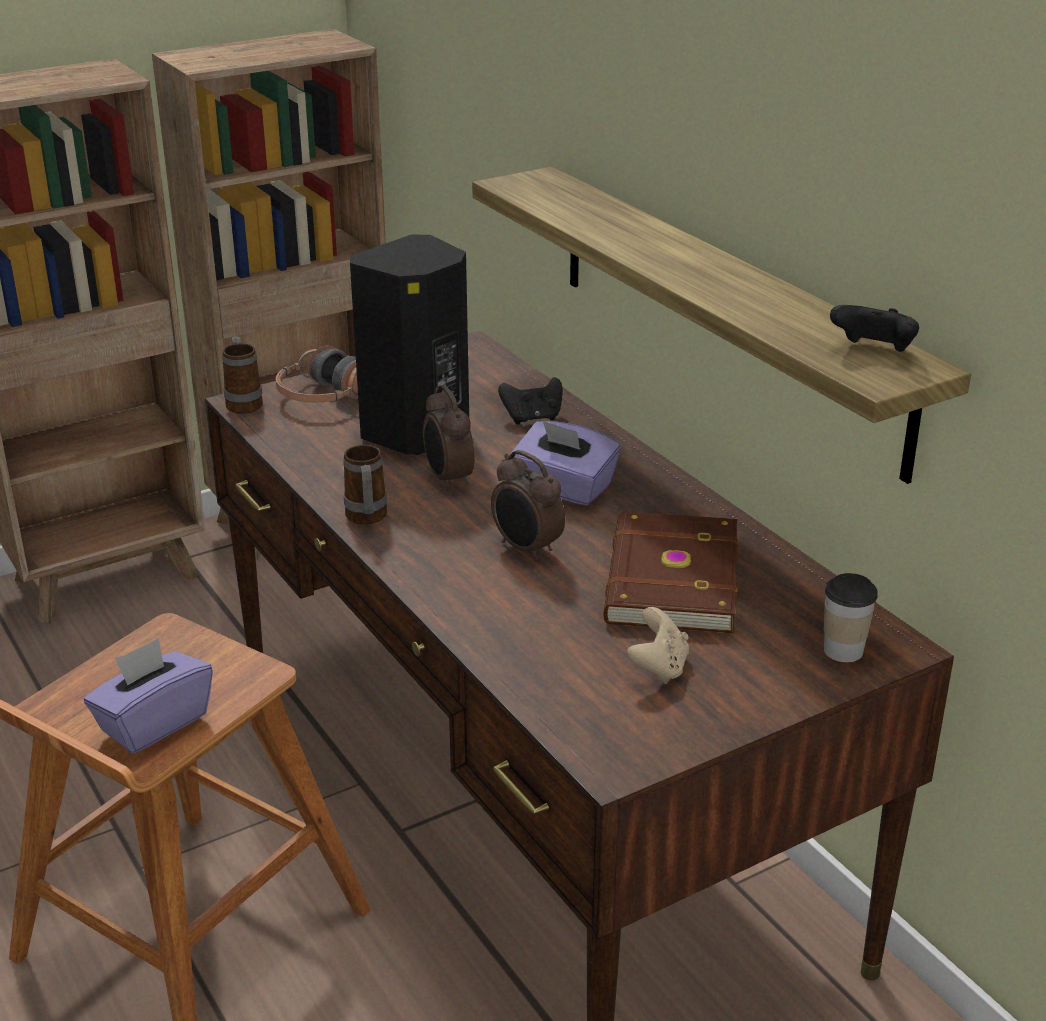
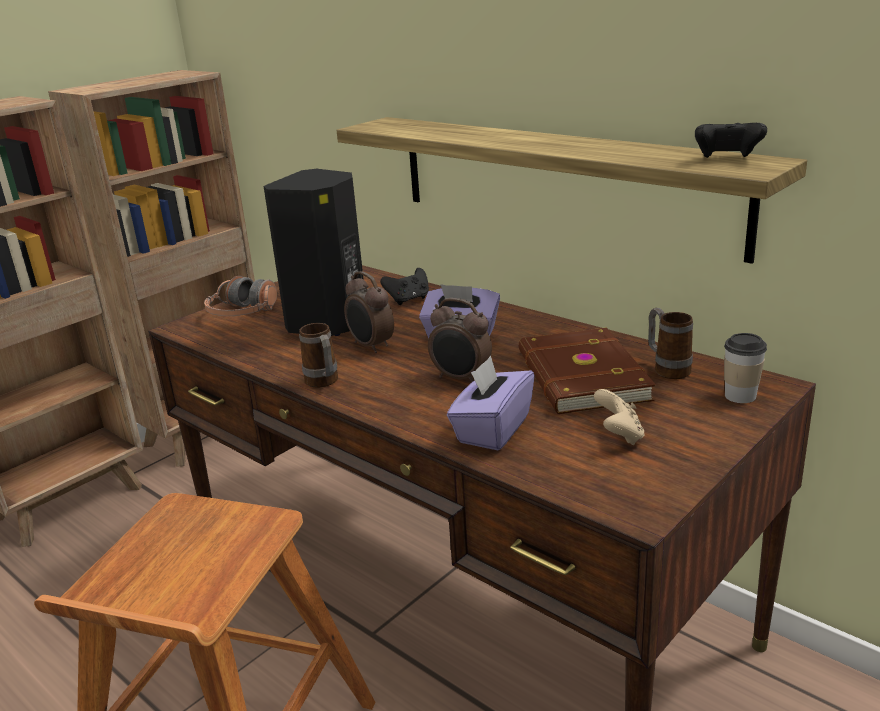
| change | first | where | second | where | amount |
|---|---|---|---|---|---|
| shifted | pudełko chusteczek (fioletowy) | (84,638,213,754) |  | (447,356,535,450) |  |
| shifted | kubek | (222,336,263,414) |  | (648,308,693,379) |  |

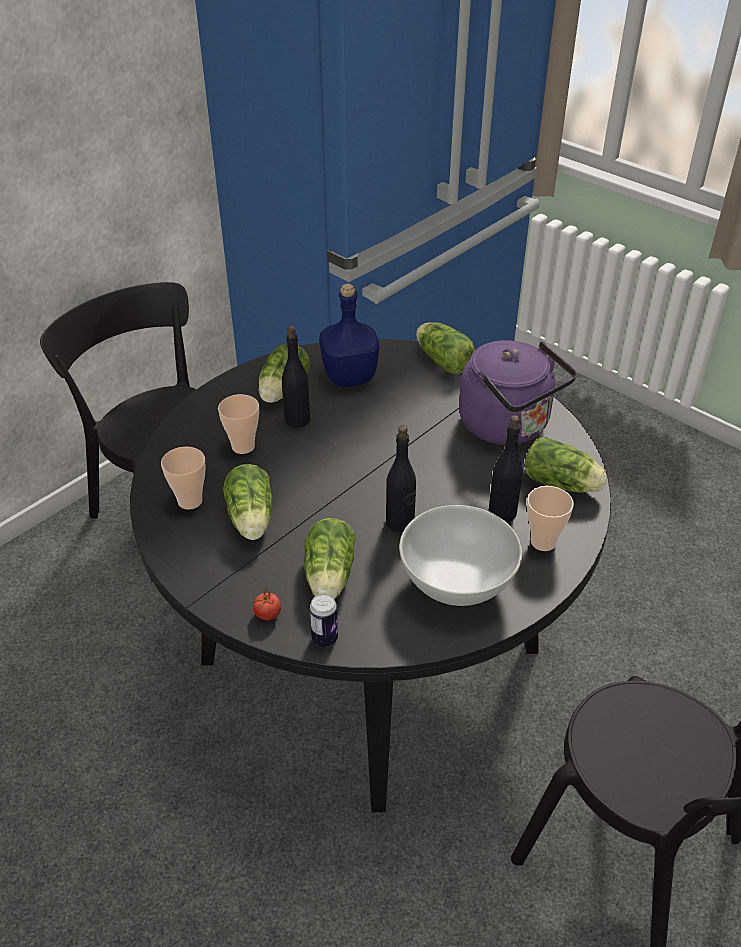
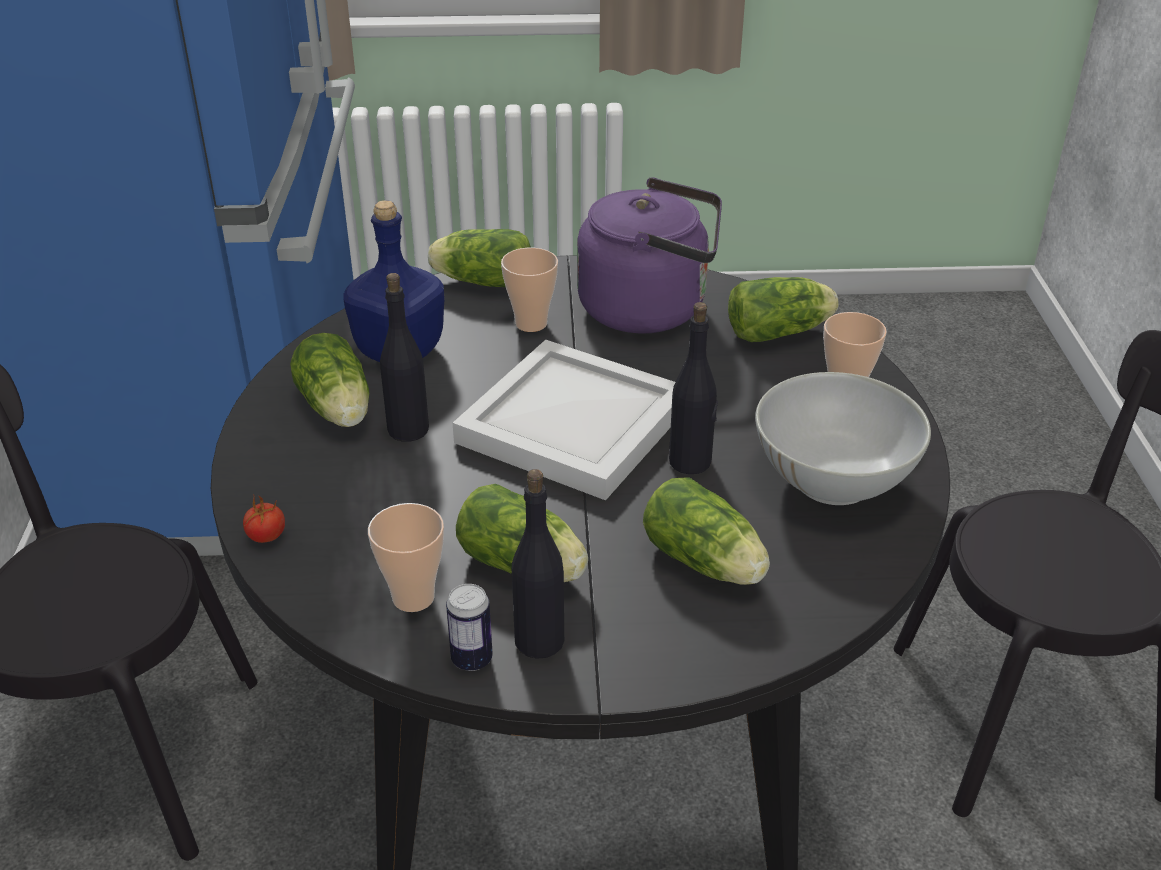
| change | first | where | second | where | amount |
|---|---|---|---|---|---|
| shifted | pomidor | (253,589,281,620) |  | (243,494,285,543) |  |
| shifted | puszka | (310,594,338,647) |  | (446,584,493,671) |  |
| new |  |  | taca (biały) | (453,340,675,500) |  |
| shifted | filiżanka | (218,394,259,454) |  | (501,248,558,332) |  |
| shifted | butelka (czarny) | (489,415,523,522) |  | (512,469,564,659) |  |

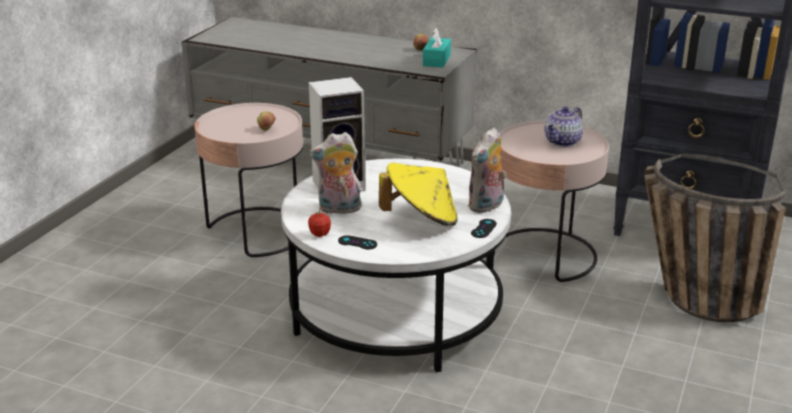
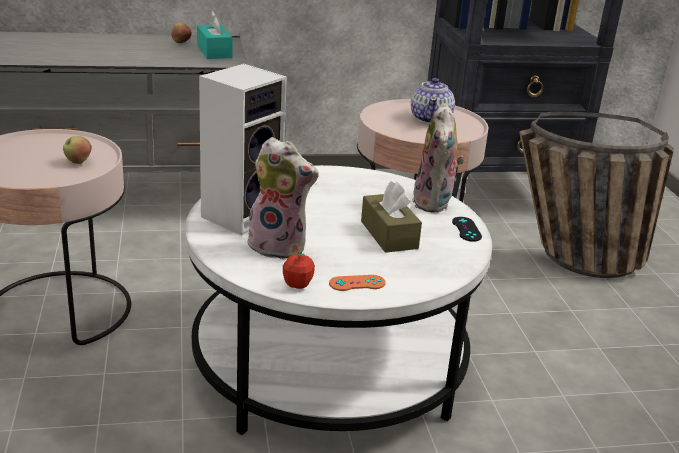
| change | first | where | second | where | amount |
|---|---|---|---|---|---|
| rotated | pluszak | (309,132,362,214) |  | (247,137,318,260) | 120 degrees counterclockwise |
| repainted | pad do gier (czarny) | (338,235,377,249) | pad do gier (pomarańczowy) | (329,275,386,291) |  |
| swapped | kapelusz (żółty) | (379,163,458,226) | pudełko chusteczek (brązowy) | (361,181,422,253) |  |

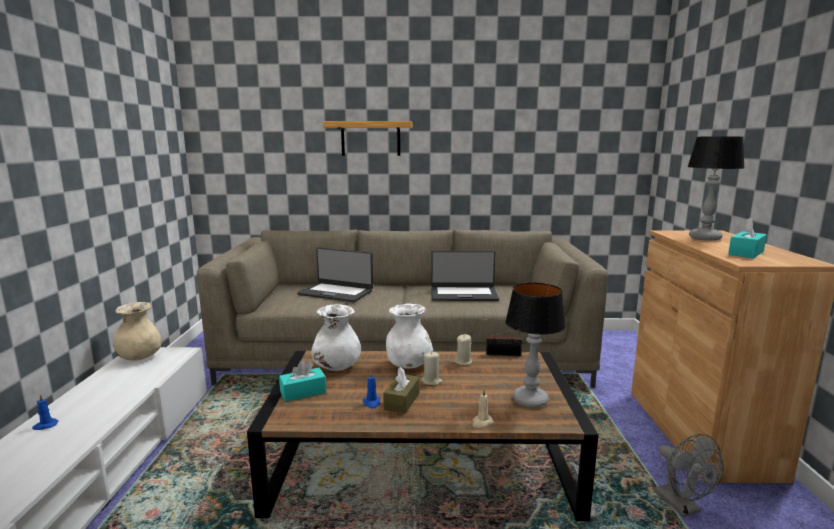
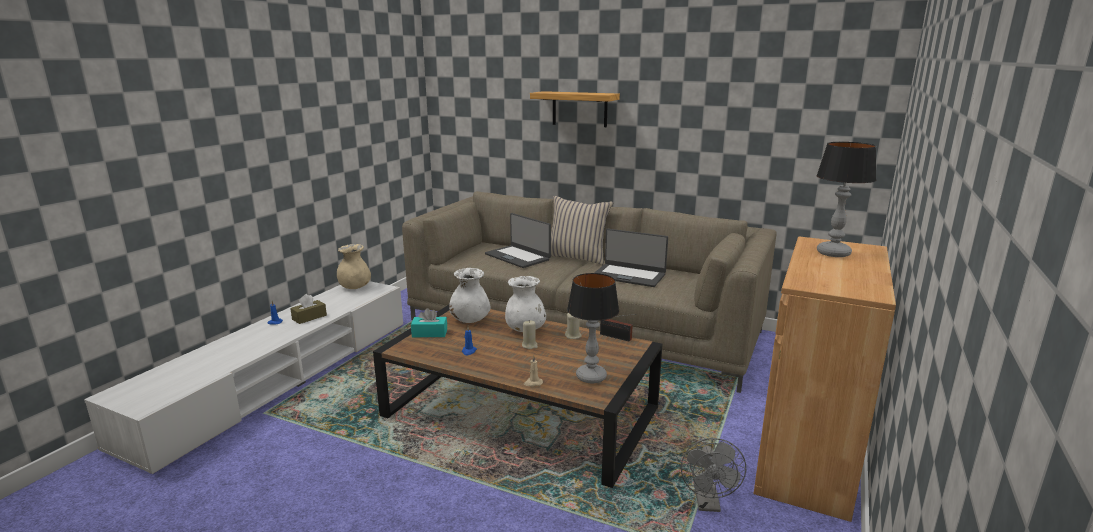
| change | first | where | second | where | amount |
|---|---|---|---|---|---|
| shifted | pudełko chusteczek (brązowy) | (383,367,420,414) |  | (290,294,327,324) |  |
| new |  |  | poduszka (beżowy) | (551,196,613,265) |  |
| gone | pudełko chusteczek (turkusowy) | (728,218,767,258) |  |  |  |

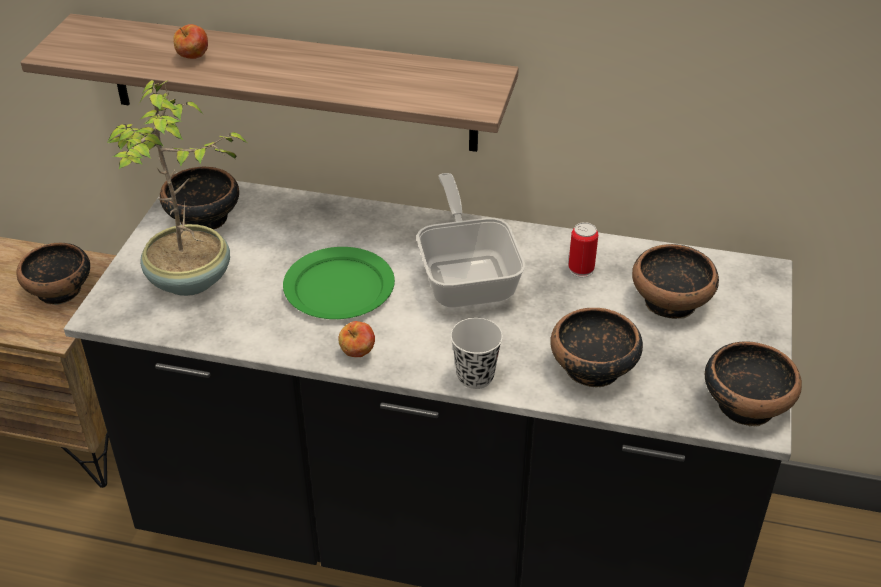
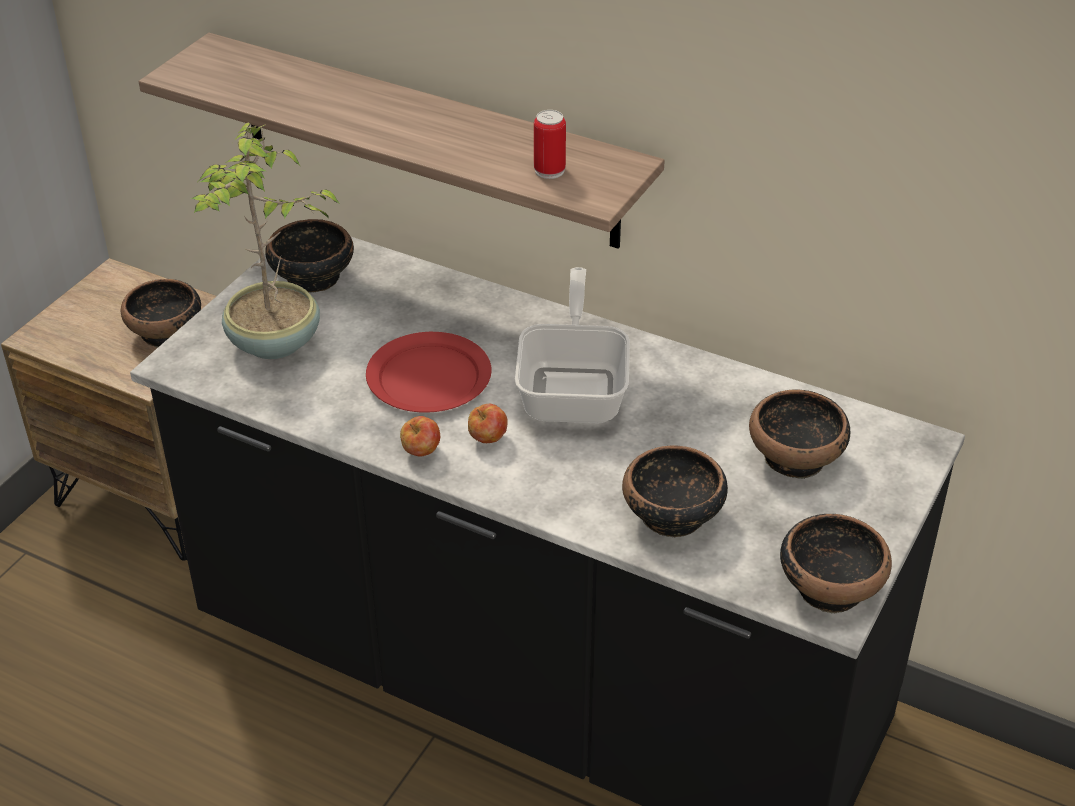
| change | first | where | second | where | amount |
|---|---|---|---|---|---|
| repainted | talerz (zielony) | (283,247,395,319) | talerz (czerwony) | (366,332,492,413) |  |
| shifted | jabłko | (173,24,208,59) |  | (468,404,508,443) |  |
| shifted | puszka | (568,222,598,277) |  | (534,110,566,179) |  |
| gone | filiżanka (biały) | (450,318,503,389) |  |  |  |

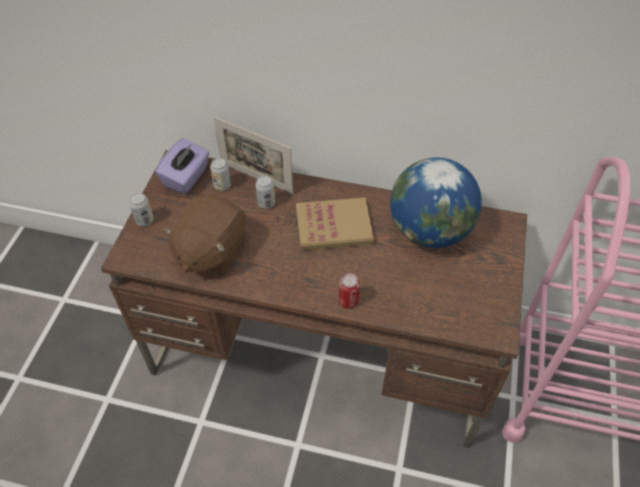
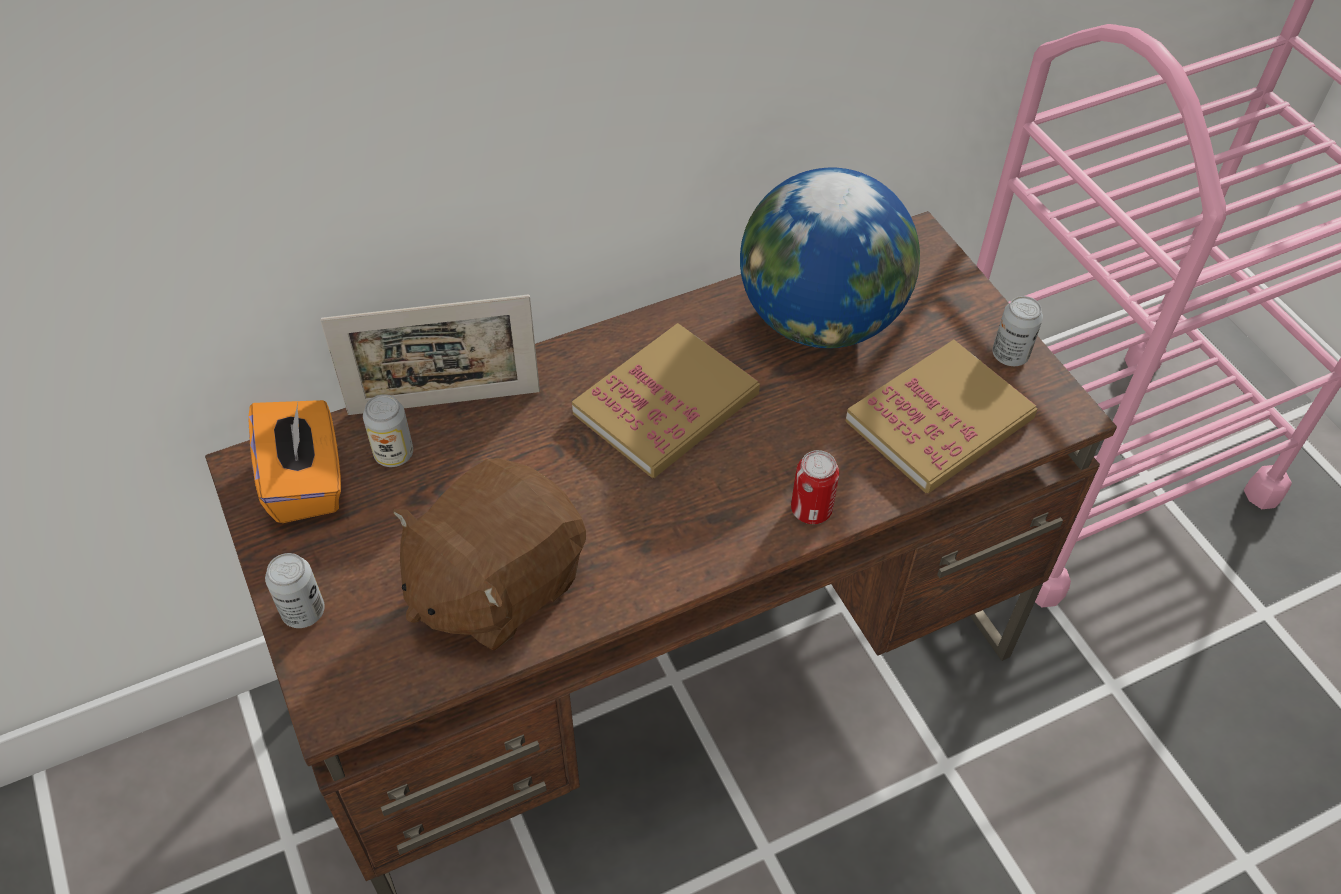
| change | first | where | second | where | amount |
|---|---|---|---|---|---|
| repainted | pudełko chusteczek (fioletowy) | (155,138,209,194) | pudełko chusteczek (pomarańczowy) | (248,400,341,523) |  |
| rotated | pluszak (brązowy) | (163,196,246,276) |  | (393,458,586,651) | 60 degrees clockwise |
| new |  |  | książka | (845,340,1038,494) |  |
| shifted | puszka | (255,175,275,209) |  | (992,296,1043,366) |  |

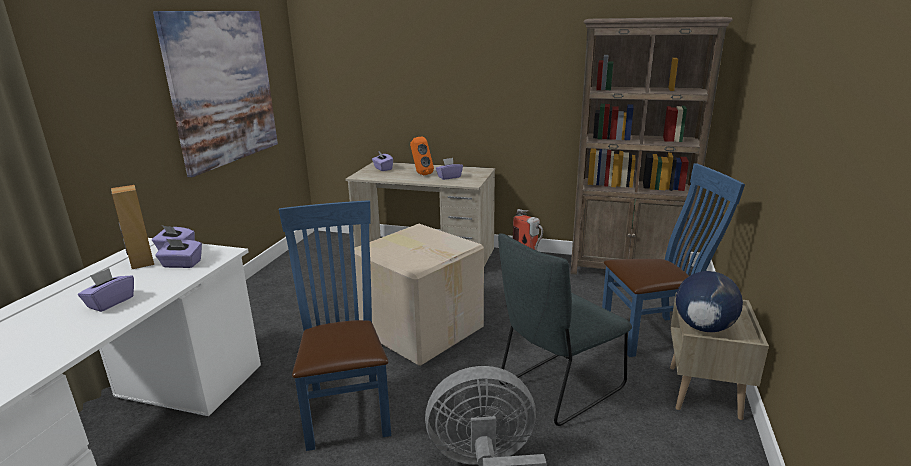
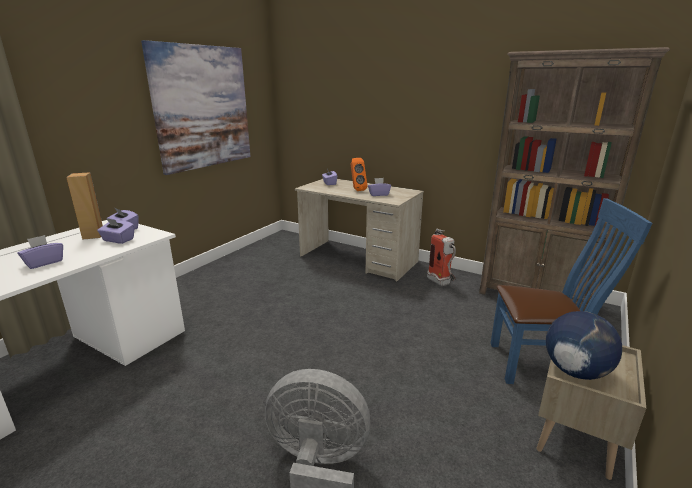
| change | first | where | second | where | amount |
|---|---|---|---|---|---|
| gone | krzesło (niebieski) | (279,200,391,451) |  |  |  |
| gone | karton | (354,224,484,366) |  |  |  |
| gone | krzesło (szary) | (498,234,632,426) |  |  |  |

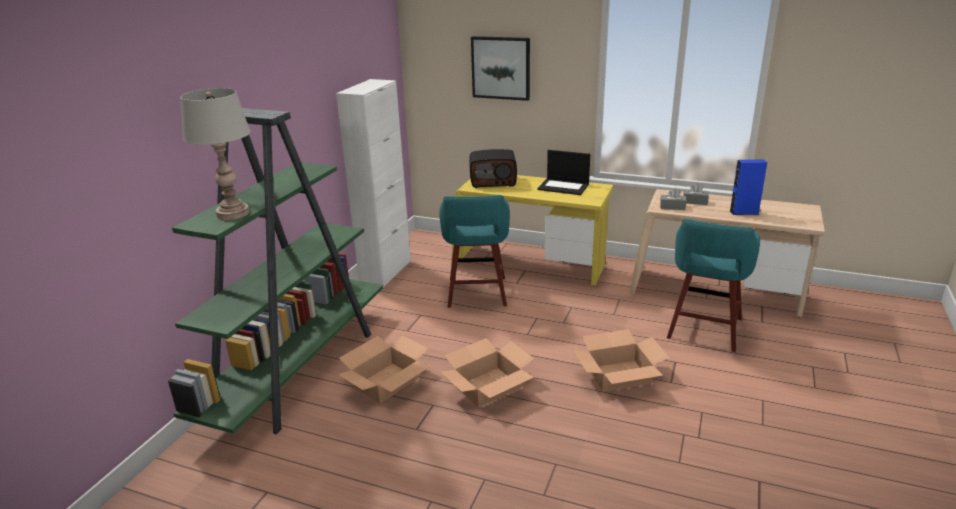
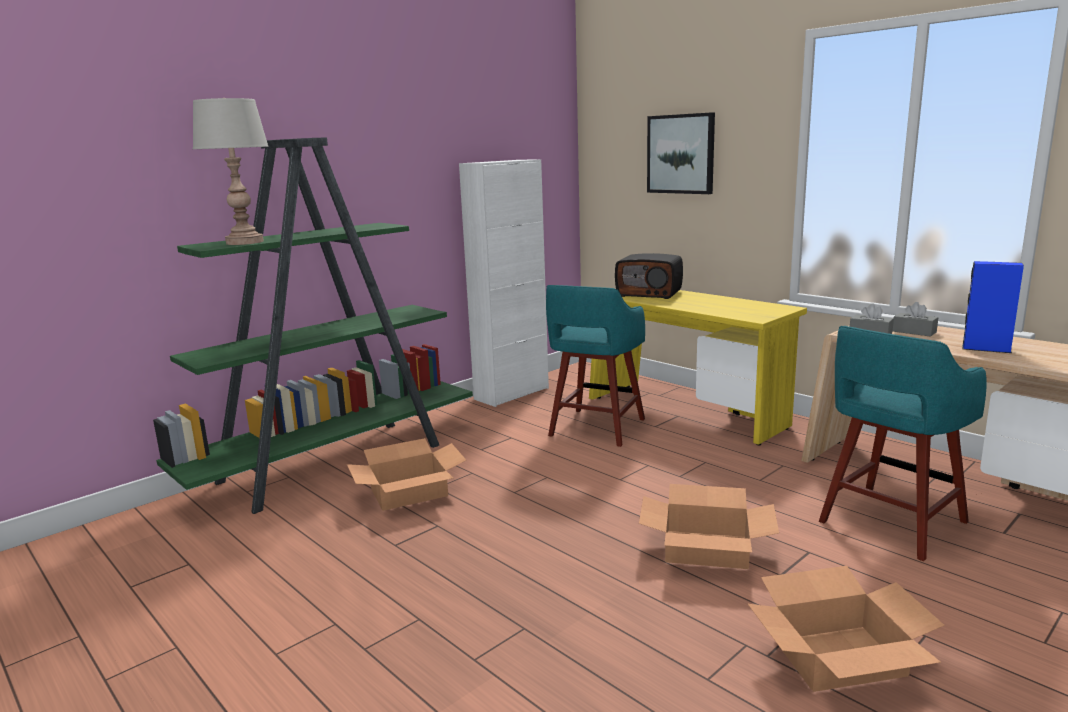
| change | first | where | second | where | amount |
|---|---|---|---|---|---|
| shifted | karton | (440,338,534,407) |  | (748,566,945,692) |  |
| gone | laptop | (537,150,590,195) |  |  |  |

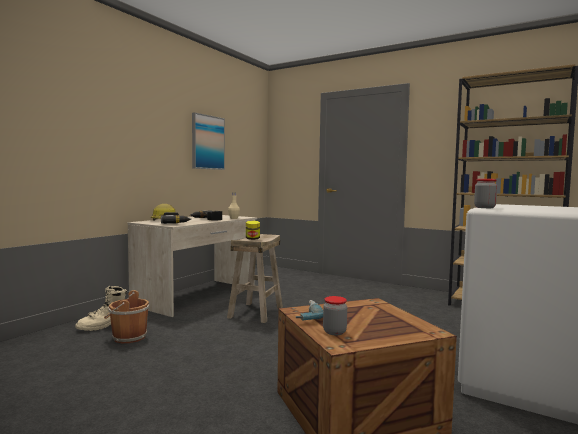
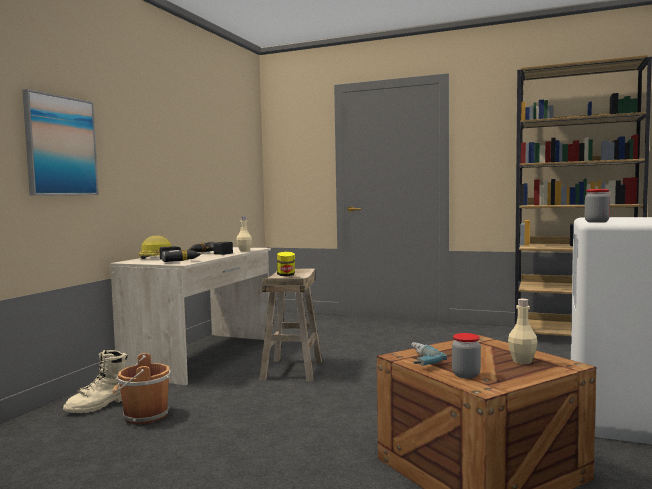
| change | first | where | second | where | amount |
|---|---|---|---|---|---|
| shifted | obraz | (192,112,225,170) |  | (22,89,99,196) |  |
| new |  |  | butelka (beżowy) | (508,299,537,364) |  |

